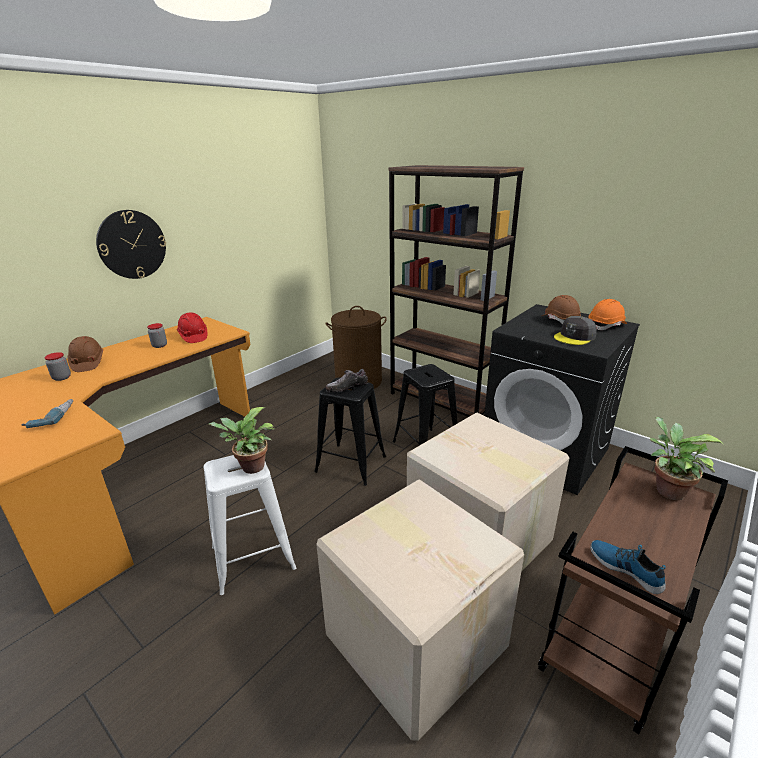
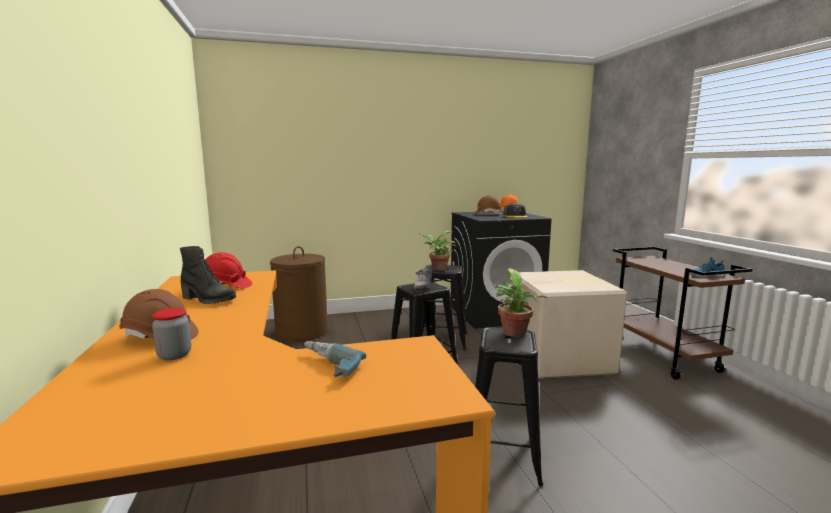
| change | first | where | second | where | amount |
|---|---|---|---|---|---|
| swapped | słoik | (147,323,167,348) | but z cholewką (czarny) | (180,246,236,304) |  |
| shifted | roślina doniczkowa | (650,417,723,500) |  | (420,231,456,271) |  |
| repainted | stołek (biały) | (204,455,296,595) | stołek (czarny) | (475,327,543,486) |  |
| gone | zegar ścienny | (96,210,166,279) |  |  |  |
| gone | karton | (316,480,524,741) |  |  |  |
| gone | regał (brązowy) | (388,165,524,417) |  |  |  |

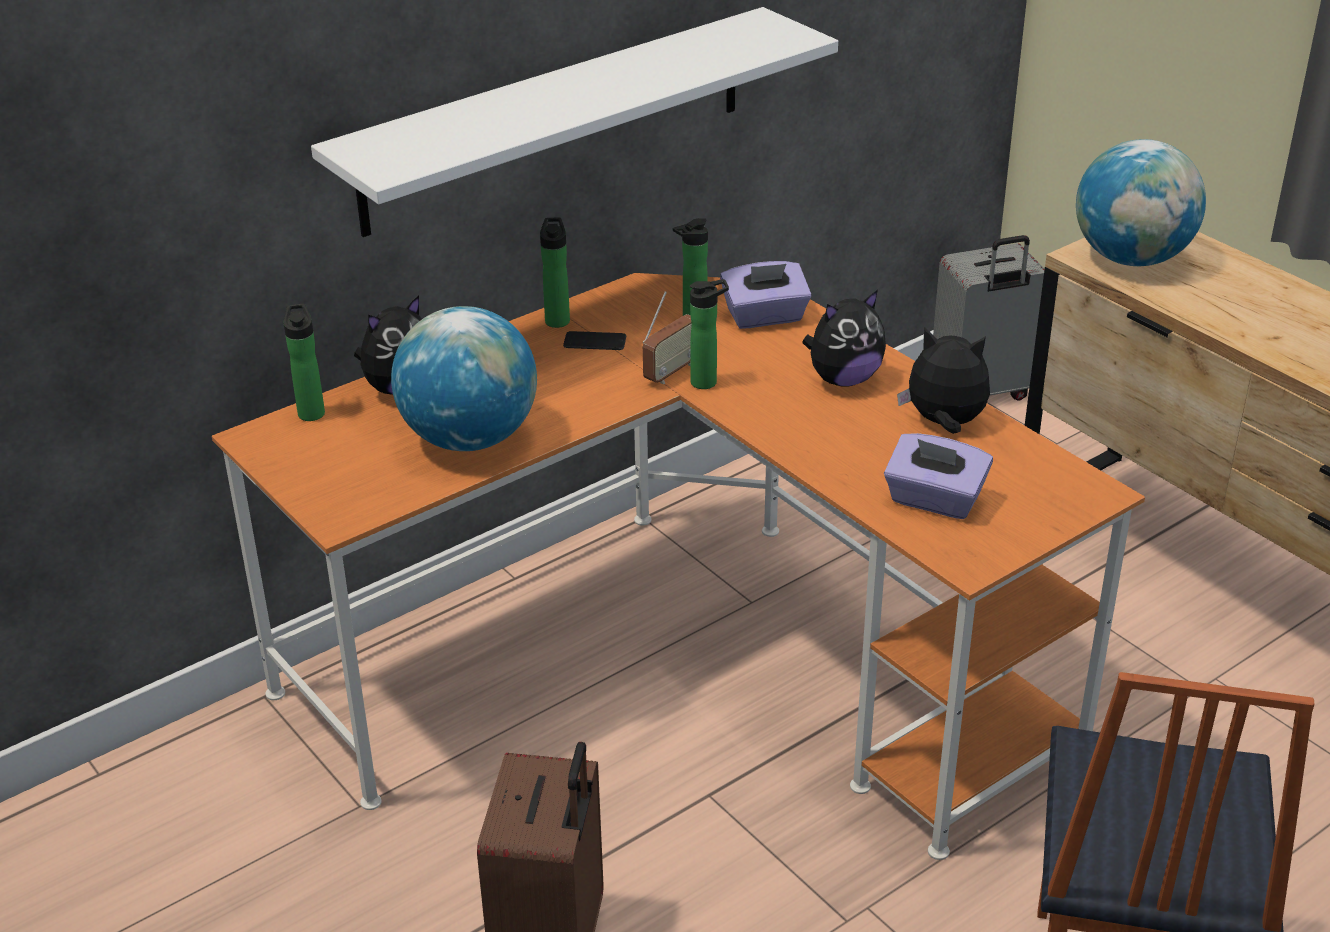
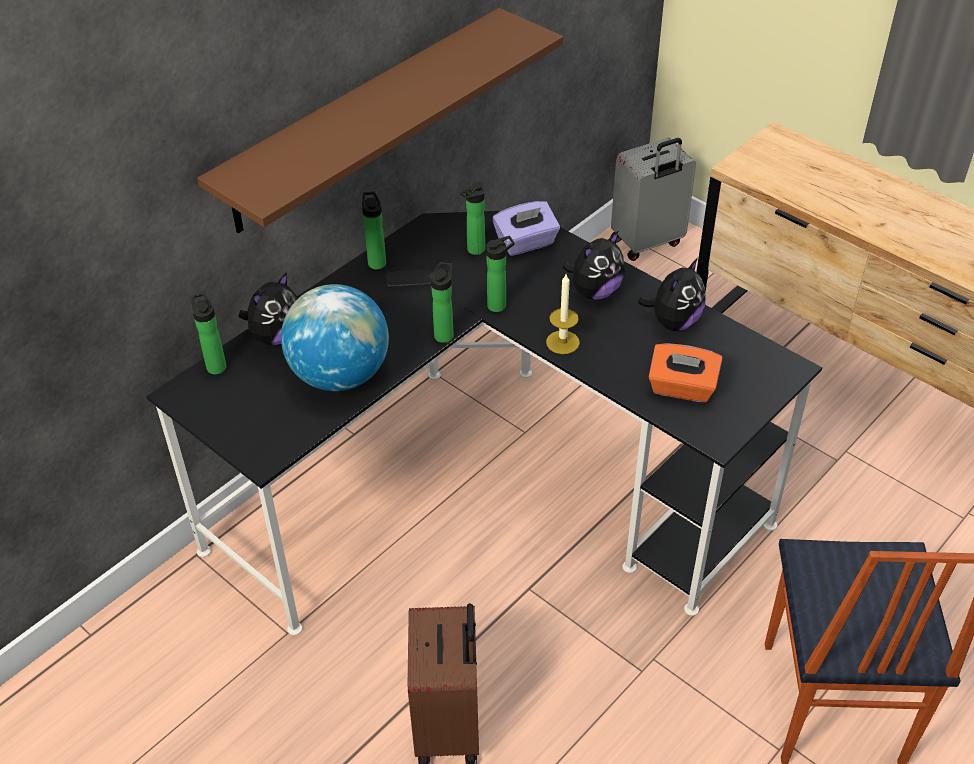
| change | first | where | second | where | amount |
|---|---|---|---|---|---|
| repainted | biurko (pomarańczowy) | (212,273,1145,860) | biurko (czarny) | (146,211,822,635) |  |
| repainted | półka (biały) | (311,7,838,237) | półka (brązowy) | (197,8,563,233) |  |
| new |  |  | butelka | (431,262,454,343) |  |
| new |  |  | świeca | (546,274,580,354) |  |
| rotated | pluszak | (897,328,990,434) |  | (638,258,705,331) | 120 degrees clockwise |
| repainted | pudełko chusteczek (fioletowy) | (884,433,993,519) | pudełko chusteczek (pomarańczowy) | (649,343,722,403) |  |
| gone | radio | (643,291,692,384) |  |  |  |
| gone | globus | (1076,139,1206,266) |  |  |  |

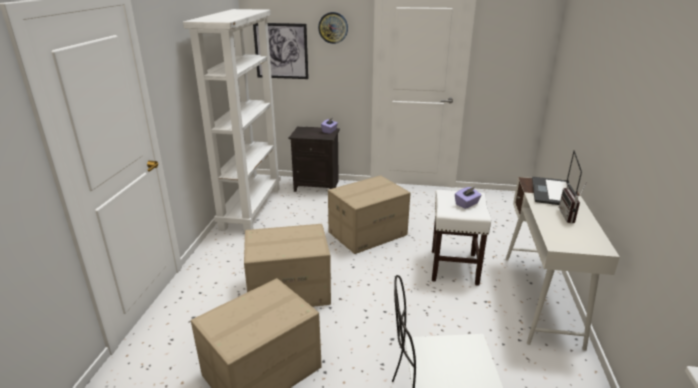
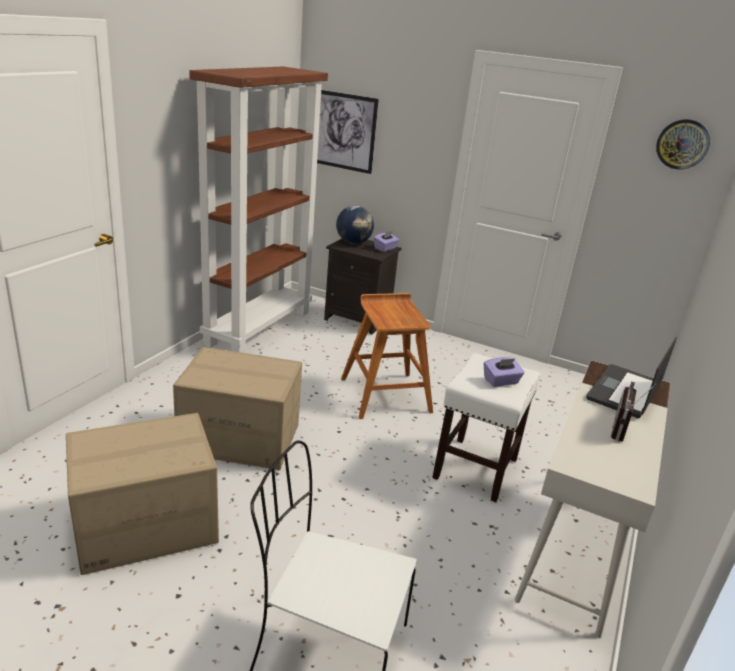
| change | first | where | second | where | amount |
|---|---|---|---|---|---|
| repainted | regał (biały) | (183,9,281,233) | regał (brązowy) | (189,67,328,353) |  |
| new |  |  | globus | (336,206,374,244) |  |
| swapped | karton | (328,175,410,254) | stołek (brązowy) | (341,293,433,419) |  |
| shifted | zegar ścienny | (318,12,348,44) |  | (656,119,710,170) |  |

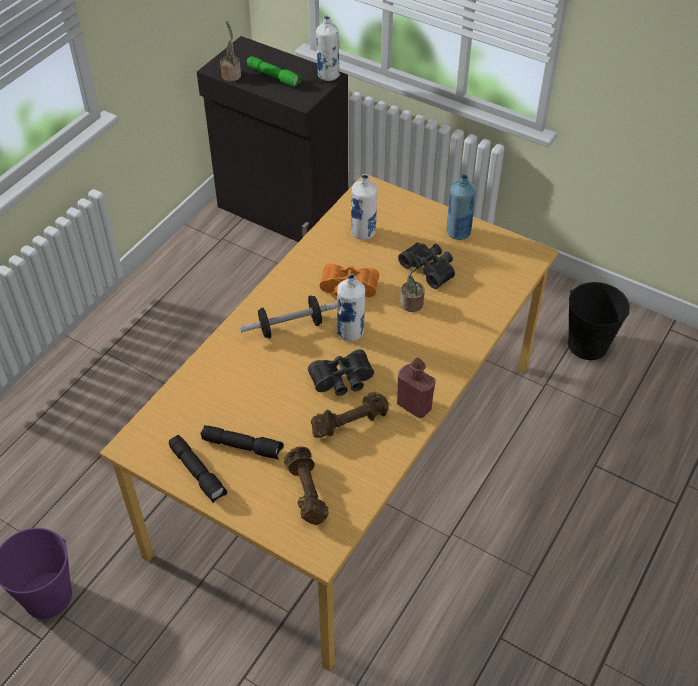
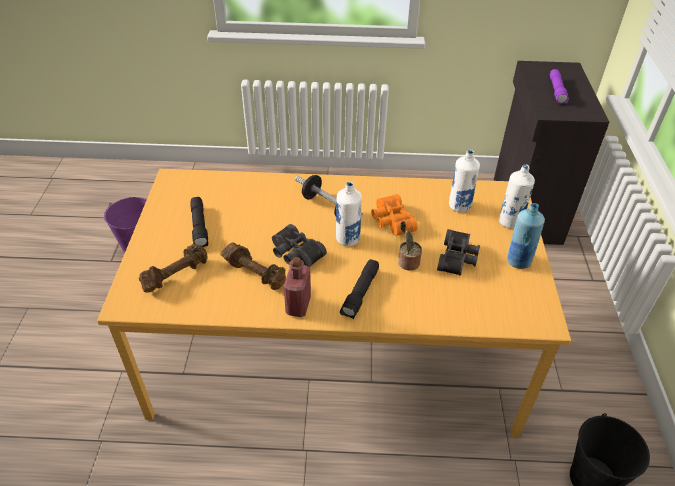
| change | first | where | second | where | amount |
|---|---|---|---|---|---|
| shifted | latarka (czarny) | (169,435,227,503) |  | (340,259,379,319) |  |
| shifted | butelka (biały) | (316,16,340,81) |  | (499,164,535,229) |  |
| repainted | latarka (zielony) | (247,56,301,87) | latarka (fioletowy) | (550,69,569,104) |  |
| gone | roślina doniczkowa | (220,21,241,81) |  |  |  |

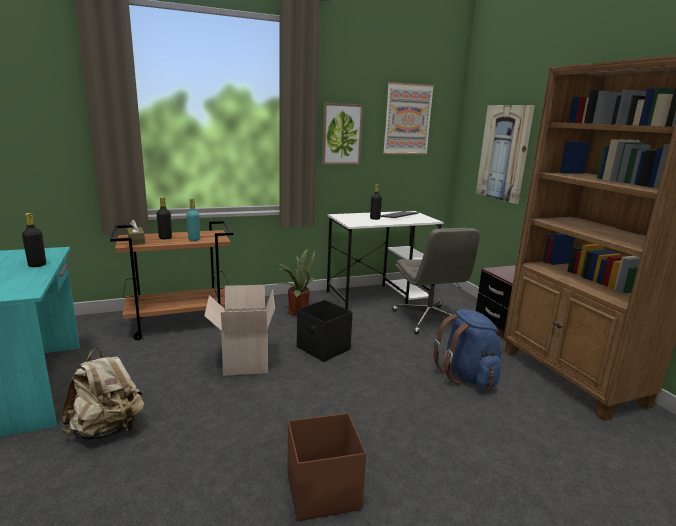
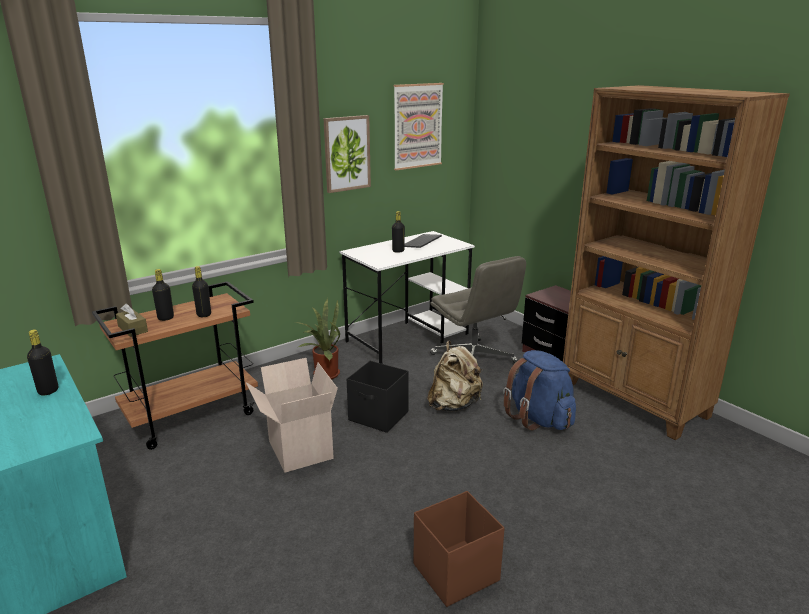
| change | first | where | second | where | amount |
|---|---|---|---|---|---|
| repainted | butelka (turkusowy) | (187,199,200,241) | butelka (czarny) | (192,266,211,317) |  |
| shifted | plecak (beżowy) | (61,348,144,440) |  | (427,341,483,412) |  |
| gone | obraz | (476,105,535,204) |  |  |  |

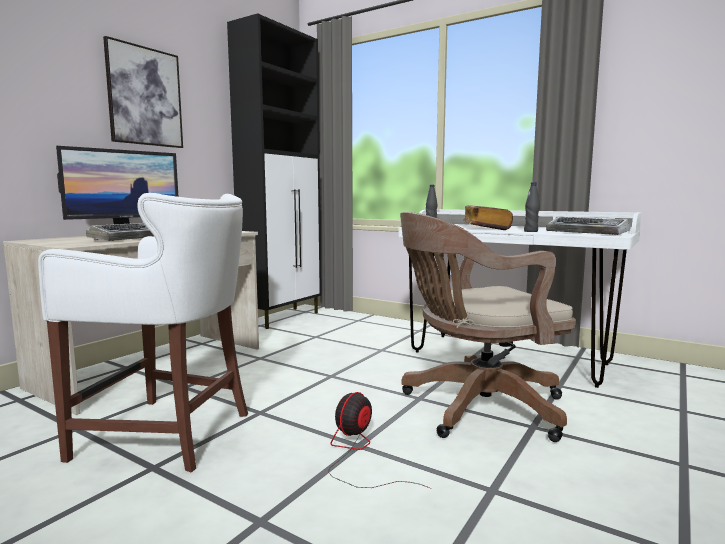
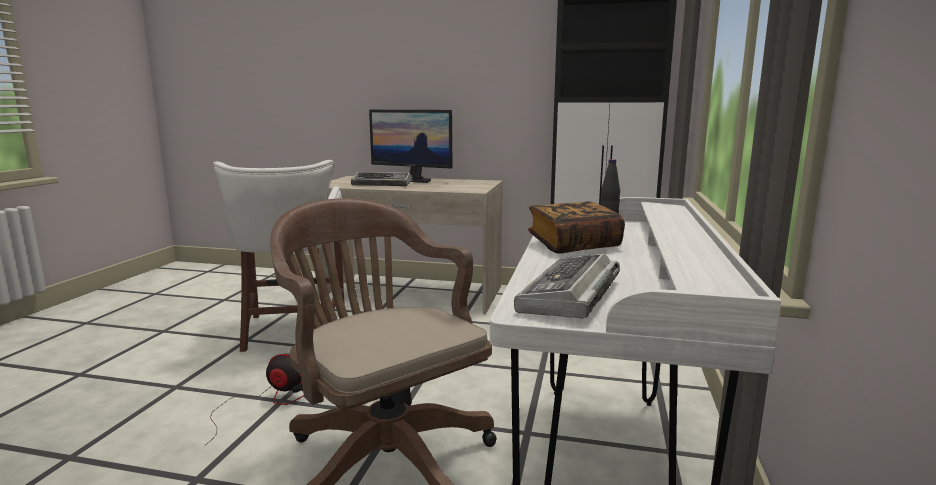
| change | first | where | second | where | amount |
|---|---|---|---|---|---|
| gone | obraz | (103,36,183,148) |  |  |  |
| gone | butelka (czarny) | (524,182,540,232) |  |  |  |

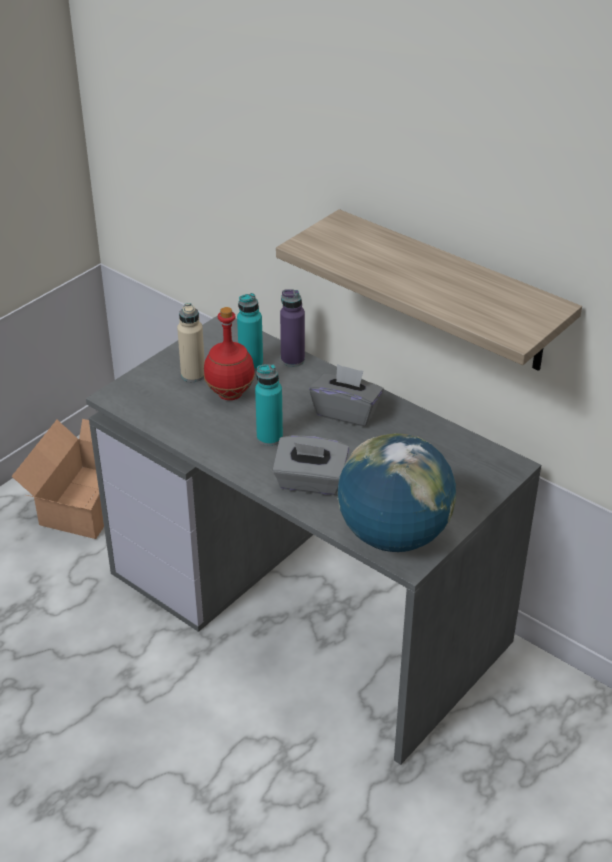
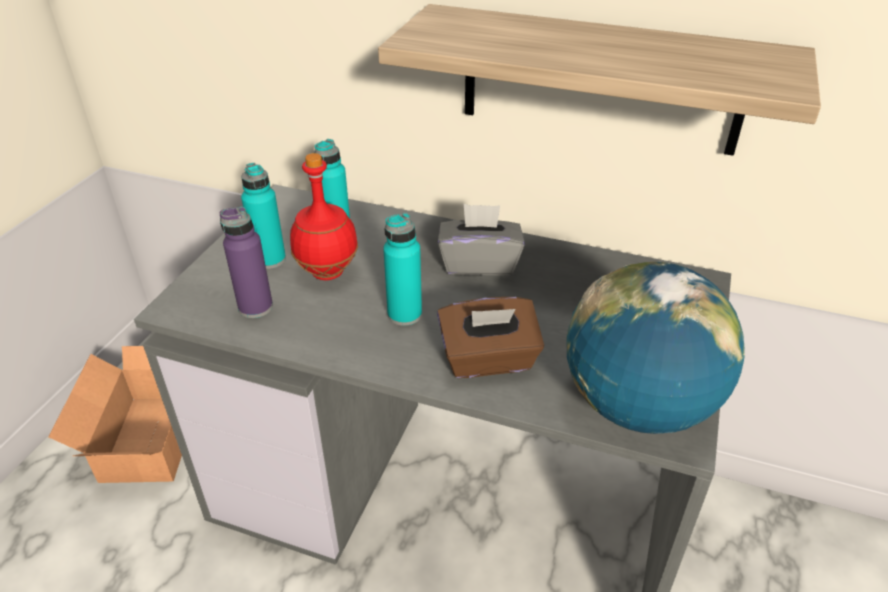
| change | first | where | second | where | amount |
|---|---|---|---|---|---|
| shifted | butelka (fioletowy) | (280,289,305,367) |  | (220,207,273,318) |  |
| repainted | butelka (beżowy) | (177,303,205,382) | butelka (turkusowy) | (241,163,286,269) |  |
| repainted | pudełko chusteczek (szary) | (272,436,349,495) | pudełko chusteczek (brązowy) | (437,297,544,378) |  |

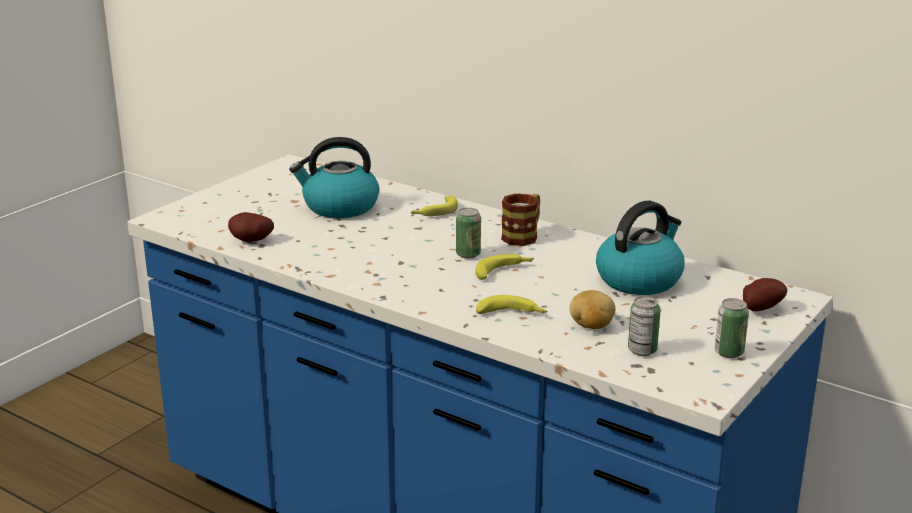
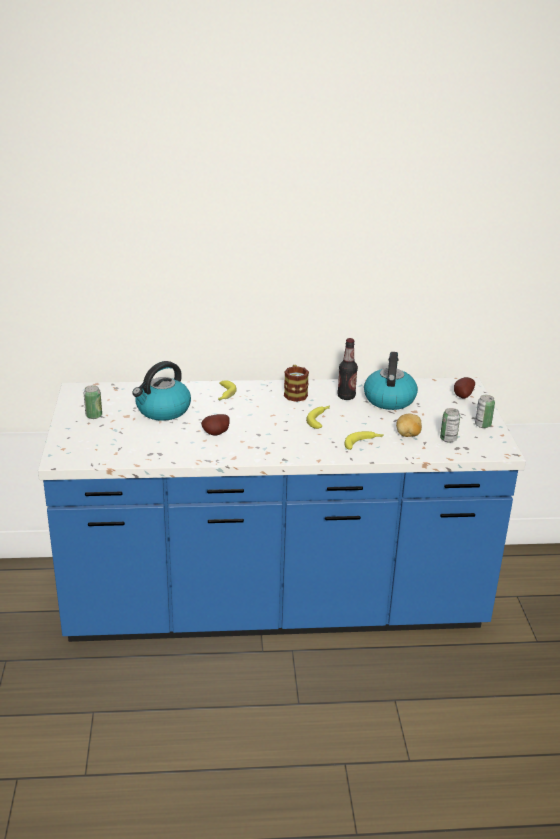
| change | first | where | second | where | amount |
|---|---|---|---|---|---|
| shifted | puszka | (456,208,481,259) |  | (84,385,102,419) |  |
| shifted | ziemniak | (228,212,274,242) |  | (201,414,230,436) |  |
| new |  |  | butelka | (337,338,358,400) |  |

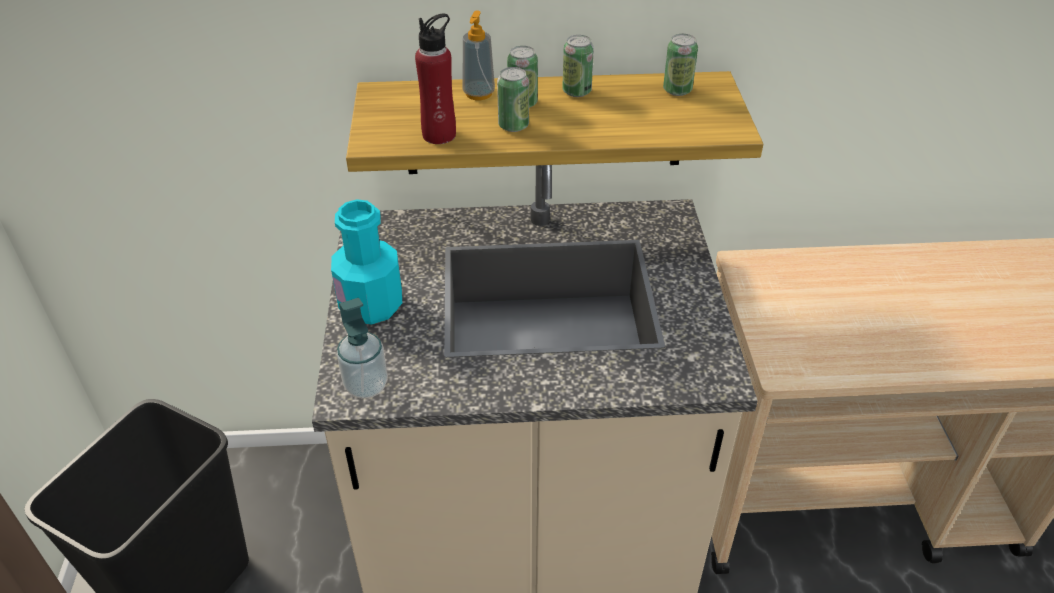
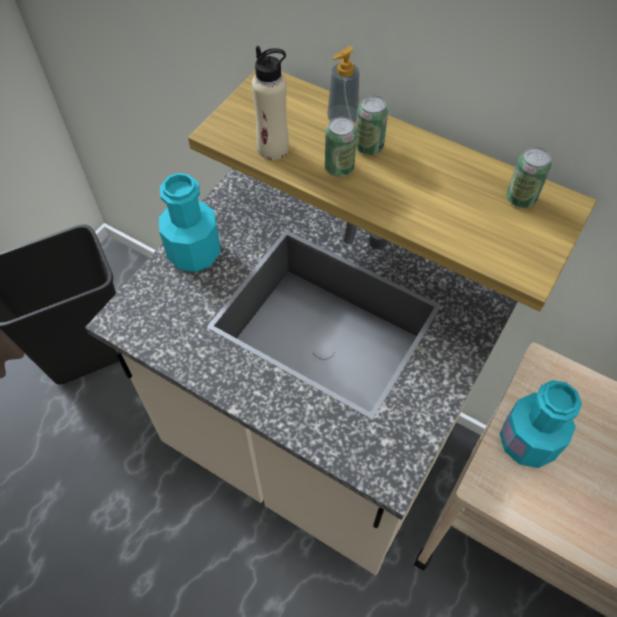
| change | first | where | second | where | amount |
|---|---|---|---|---|---|
| repainted | butelka (czerwony) | (415,14,456,144) | butelka (beżowy) | (252,46,289,160) |  |
| new |  |  | butelka (turkusowy) | (500,380,582,468) |  |
| gone | dozownik mydła | (337,298,388,399) |  |  |  |
| gone | puszka | (562,35,594,97) |  |  |  |

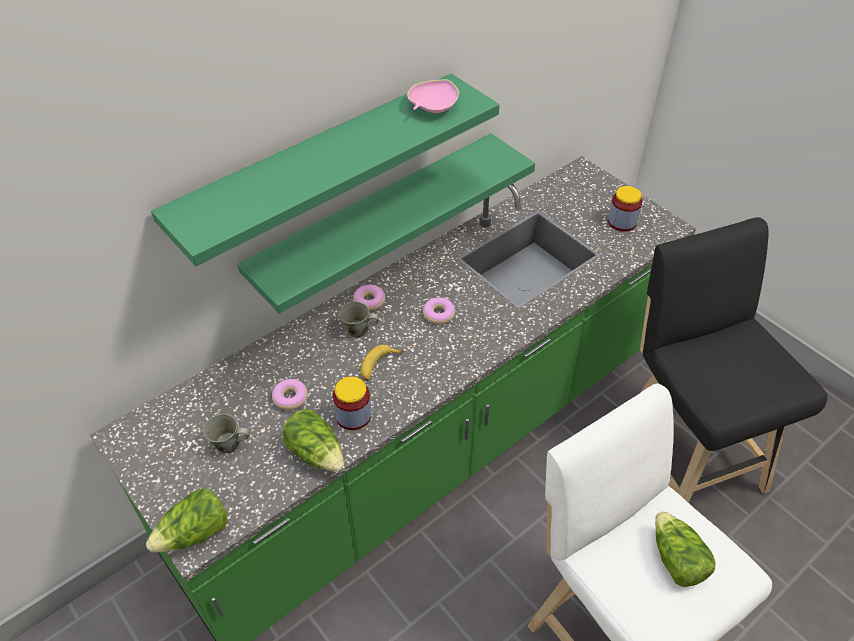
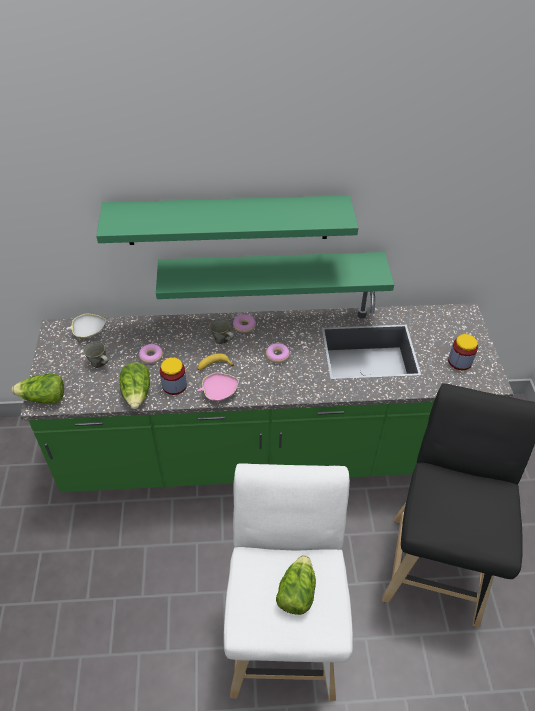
| change | first | where | second | where | amount |
|---|---|---|---|---|---|
| new |  |  | miska (biały) | (66,314,106,338) |  |
| shifted | miska (różowy) | (407,79,459,113) |  | (197,372,239,401) |  |

